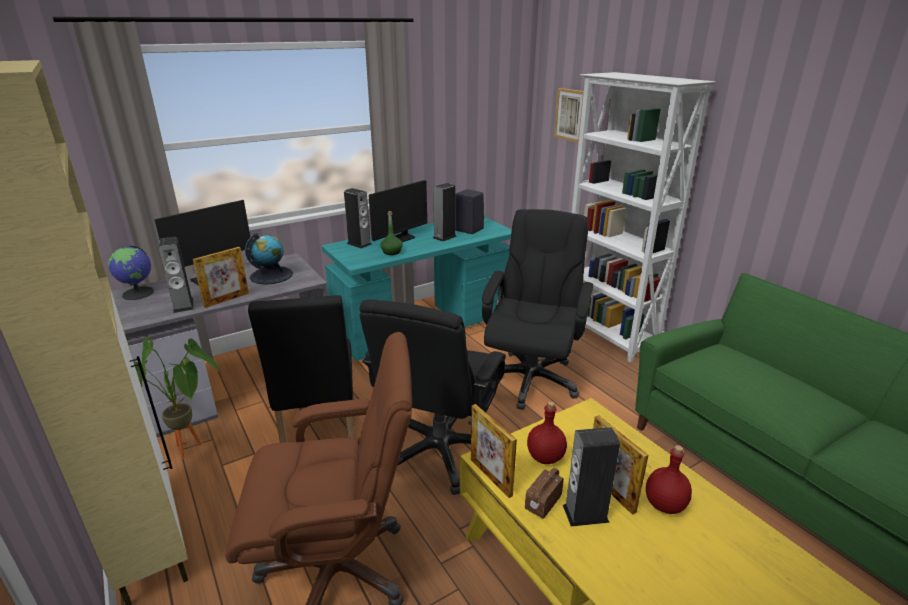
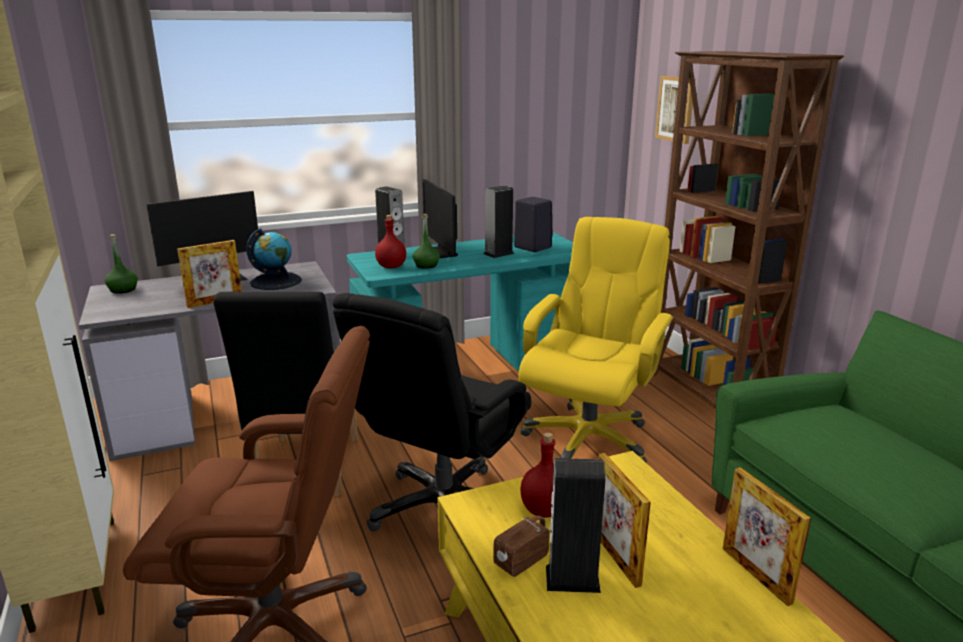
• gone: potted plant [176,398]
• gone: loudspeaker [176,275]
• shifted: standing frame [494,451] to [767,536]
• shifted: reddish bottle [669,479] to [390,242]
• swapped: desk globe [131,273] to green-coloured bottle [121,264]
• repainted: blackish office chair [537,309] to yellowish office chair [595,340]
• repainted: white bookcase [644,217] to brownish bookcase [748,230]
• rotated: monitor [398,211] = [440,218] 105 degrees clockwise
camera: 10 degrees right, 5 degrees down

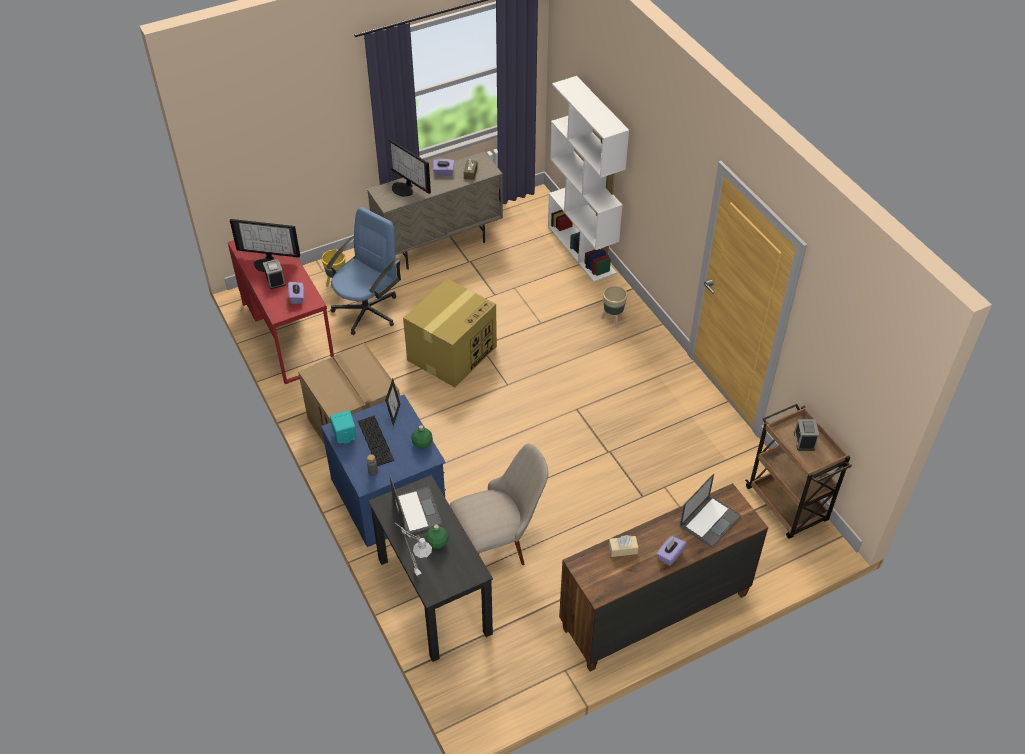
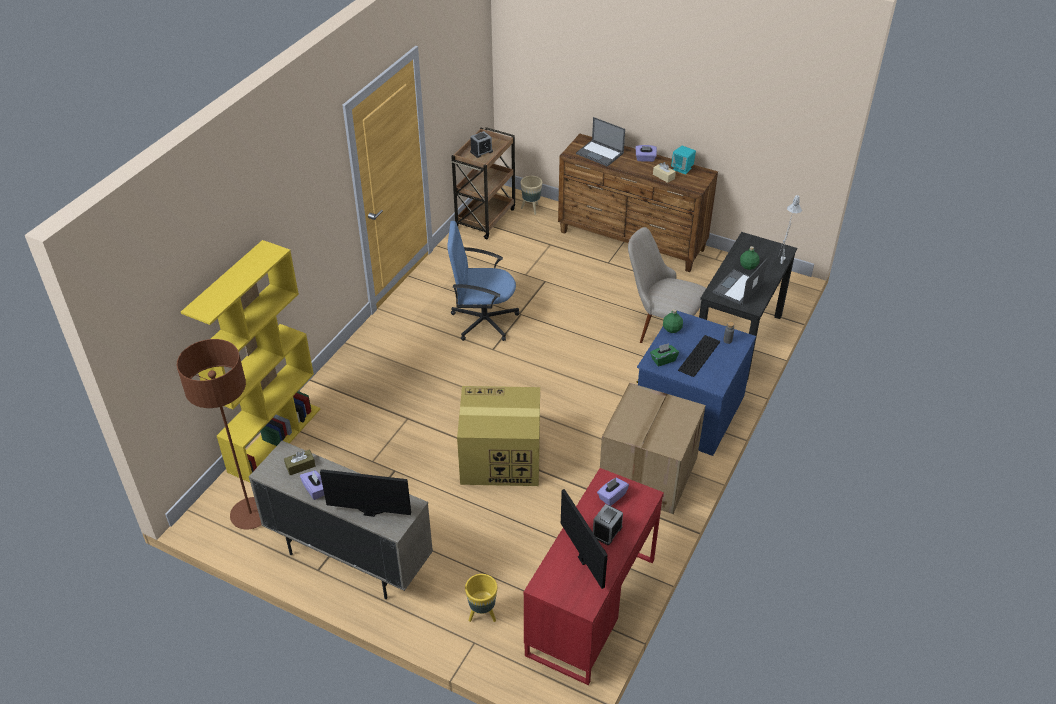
• new: brownish standard lamp [219,434]
• shifted: blue office chair [363,271] to [483,281]
• shifted: turquoise loudspeaker [343,427] to [683,160]
• shifted: beige flower pot [614,307] to [531,195]
• swapped: standing frame [392,402] to green-coloured tissue holder [664,354]
• repainted: white bookcase [588,179] to yellowish bookcase [250,361]
• rotated: monitor [409,168] = [365,493] 90 degrees counterclockwise
• rotated: laptop [711,510] = [600,142] 150 degrees counterclockwise
camera: 125 degrees left, 5 degrees down

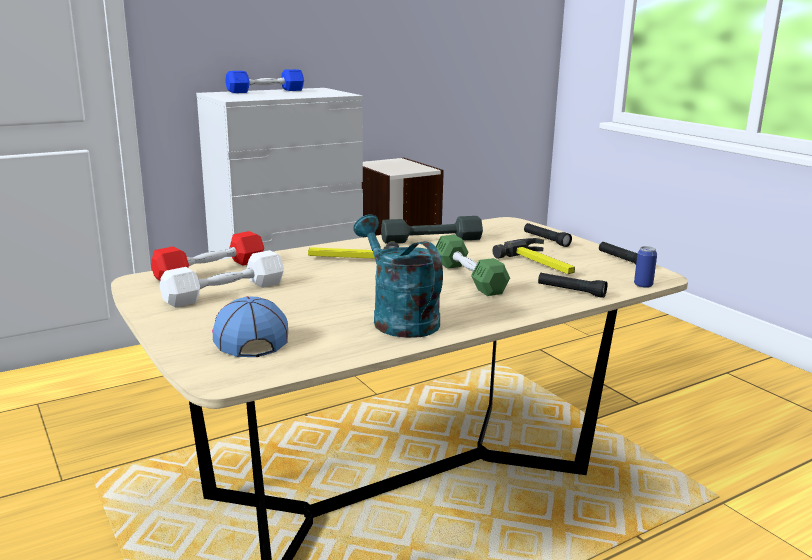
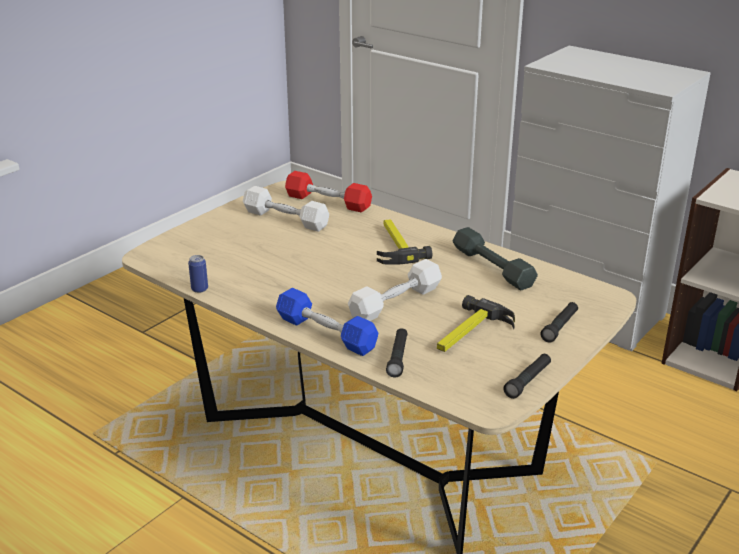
• gone: cap [250,326]
• gone: turquoise watering can [398,276]
• shifted: blue free weight [264,81] to [327,322]
• shifted: metal can [645,267] to [198,274]
• repainted: green-coloured free weight [472,265] to white free weight [395,290]
camera: 70 degrees right, 10 degrees up

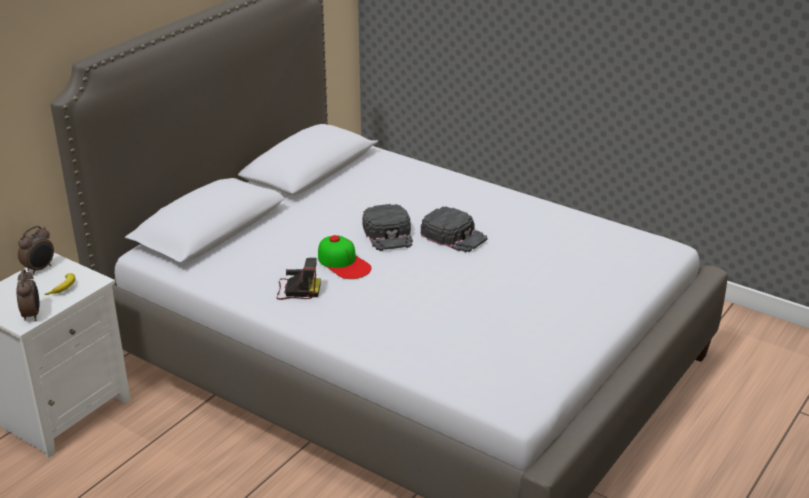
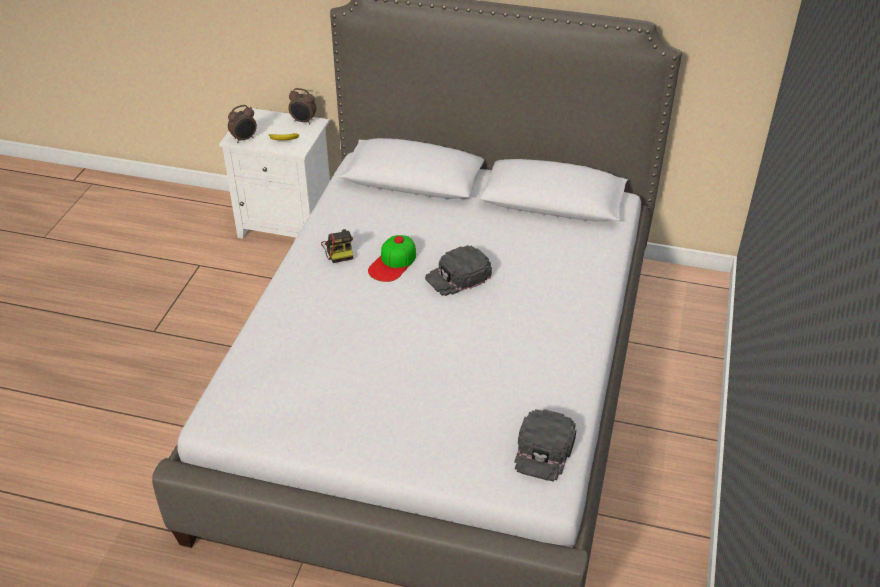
• shifted: blackish cap [454,229] to [545,445]
camera: 70 degrees right, 10 degrees up

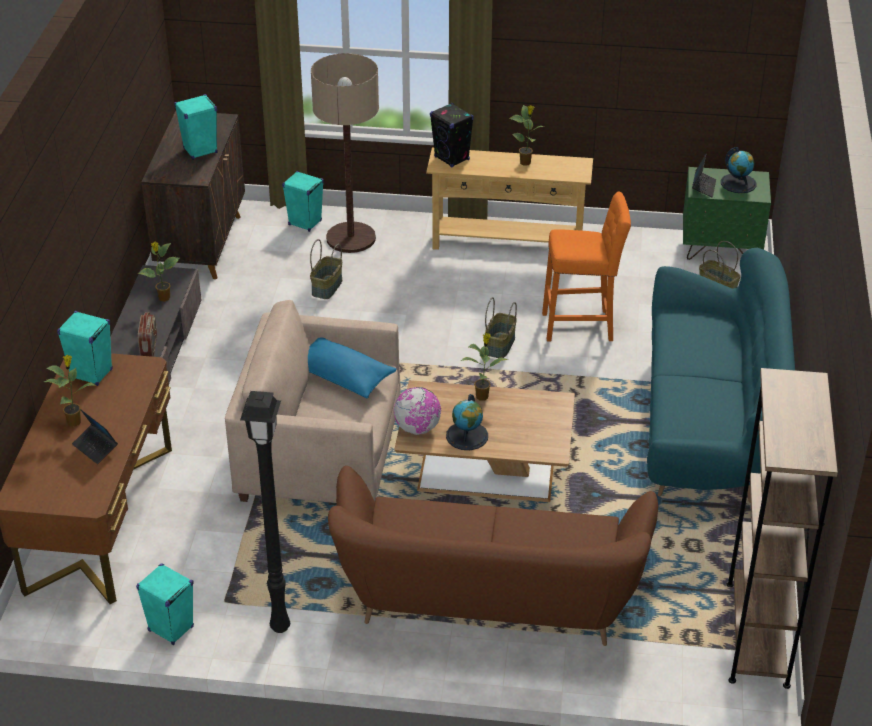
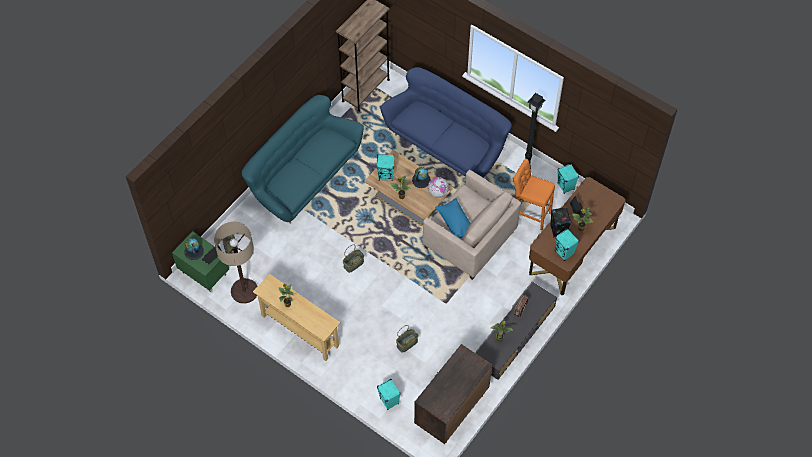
• shifted: turquoise loudspeaker [196,127] to [385,167]
• shifted: standard lamp [345,153] to [236,263]
• shifted: blackish loudspeaker [452,135] to [560,222]
• shifted: orange-coloured sitting stool [586,266] to [534,194]
• repainted: brownish sofa [493,556] to blue sofa [446,122]
camera: 150 degrees left, 20 degrees up

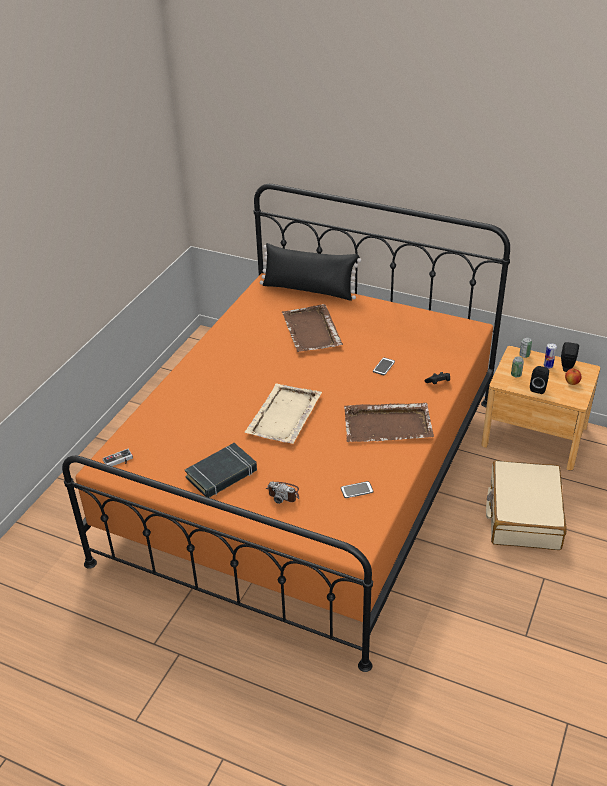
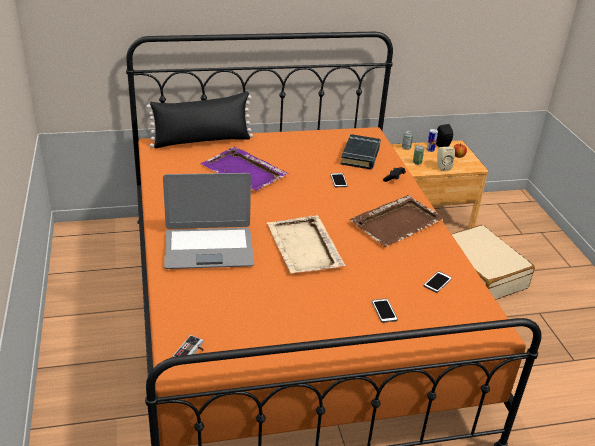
• new: laptop [208,221]
• shifted: blackish volume [221,470] to [361,152]
• swapped: photo camera [282,492] to telephone [385,311]
• repainted: brownish tray [312,328] to purplish tray [244,169]
• repainted: blackish loudspeaker [539,380] to beige loudspeaker [446,159]
camera: 40 degrees left, 5 degrees down

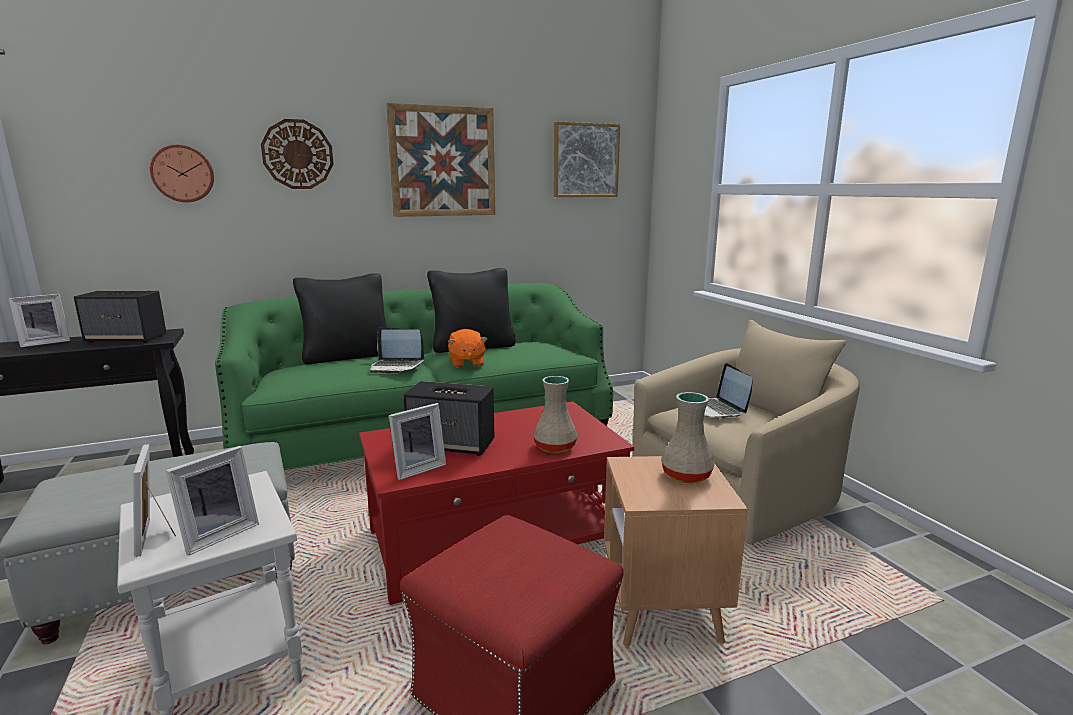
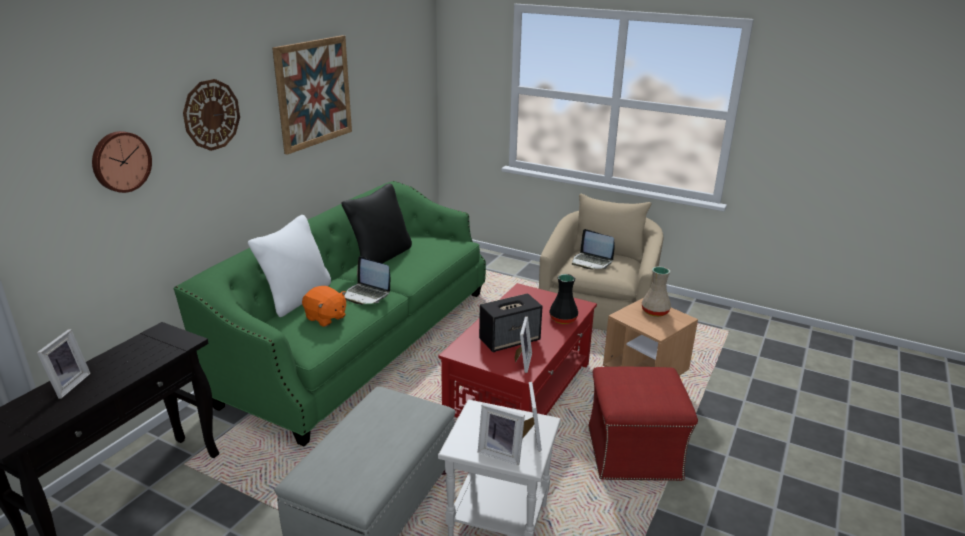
• gone: loudspeaker [120,317]
• gone: wall art [587,159]
• shifted: orange-coloured soft toy [467,348] to [324,306]
• repainted: blackish throw pillow [340,318] to white throw pillow [289,266]
• repainted: beige flower vase [555,414] to blackish flower vase [563,299]
• rotated: laptop [397,350] = [367,280] 60 degrees clockwise
camera: 40 degrees left, 10 degrees up

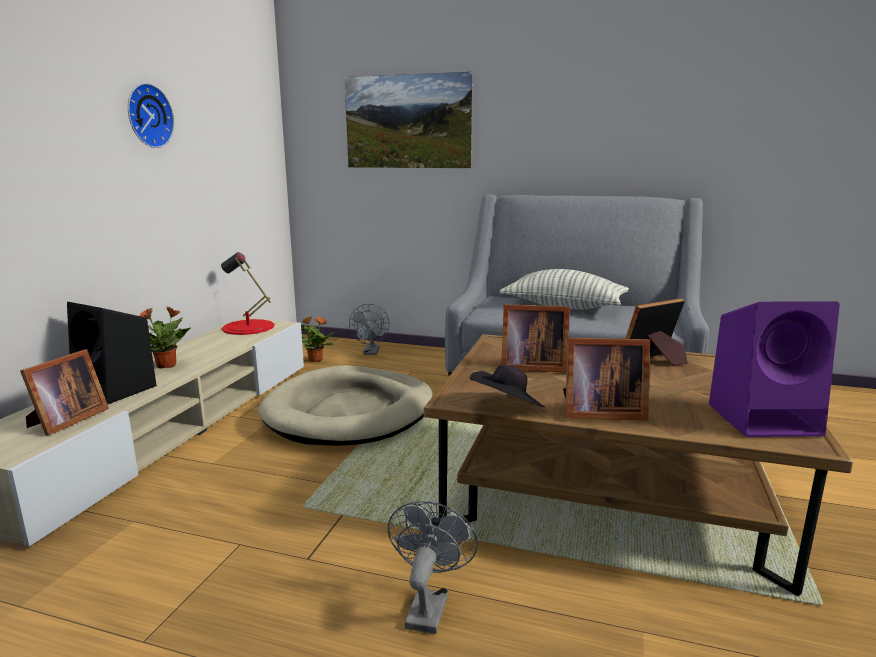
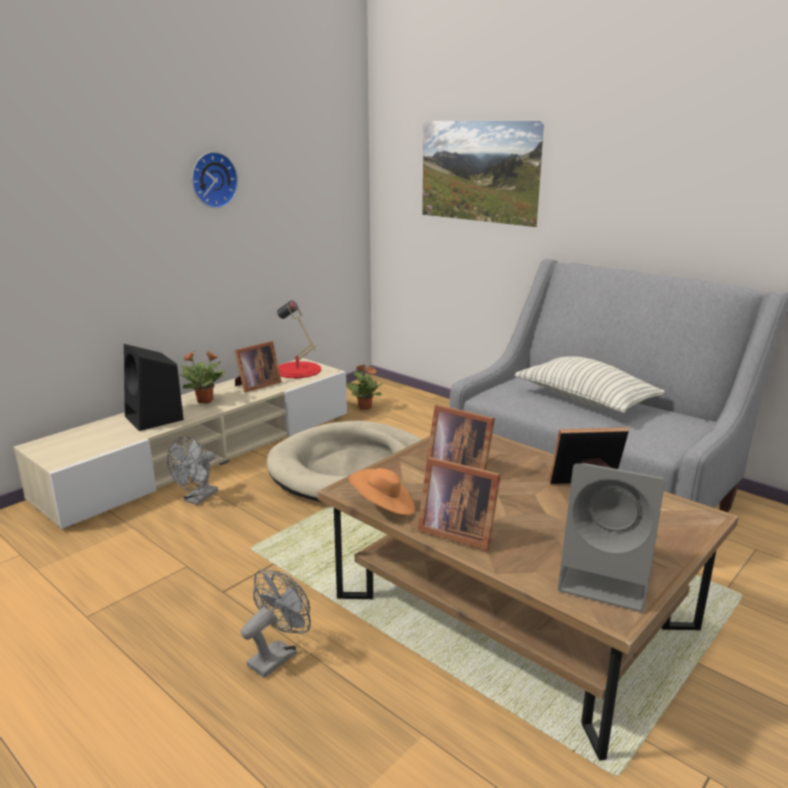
• shifted: standing frame [64,392] to [257,366]
• shifted: greyish cooling fan [369,329] to [192,471]
• repainted: blackish hat [507,385] to orange-coloured hat [382,491]
• repainted: purplish loudspeaker [774,369] to greyish loudspeaker [611,538]
camera: 25 degrees right, 5 degrees up

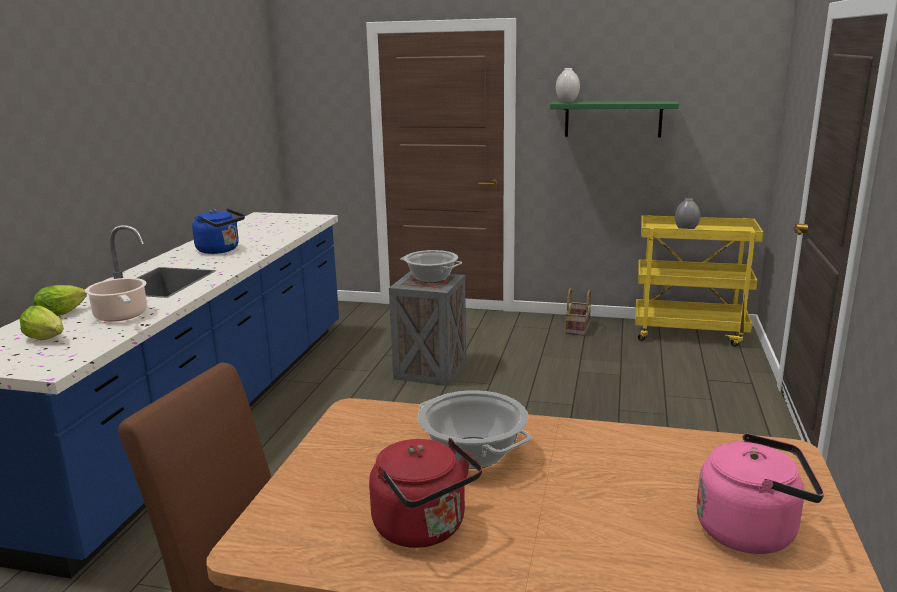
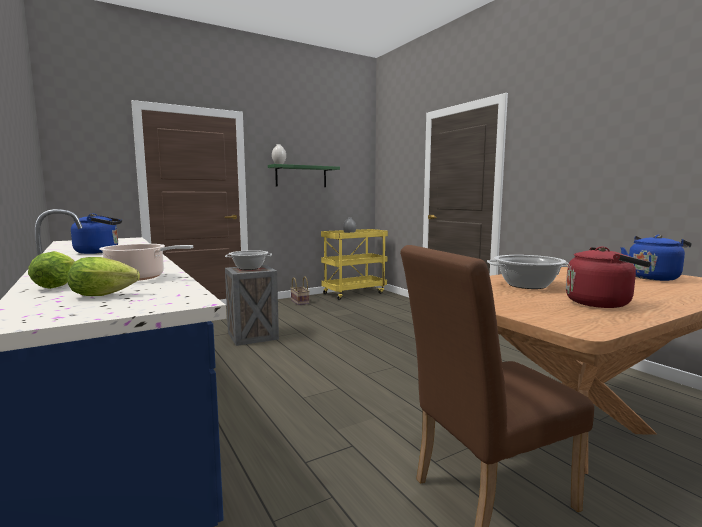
• repainted: pinkish water kettle [760,493] to blue water kettle [656,258]
camera: 45 degrees left, 10 degrees down

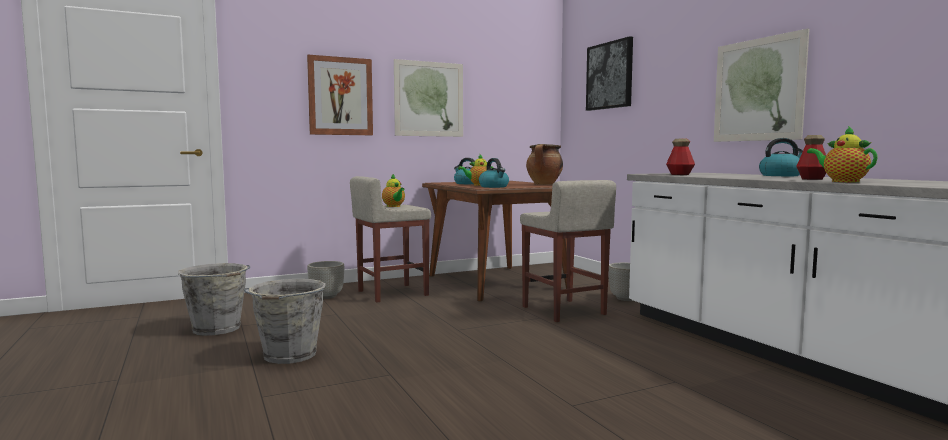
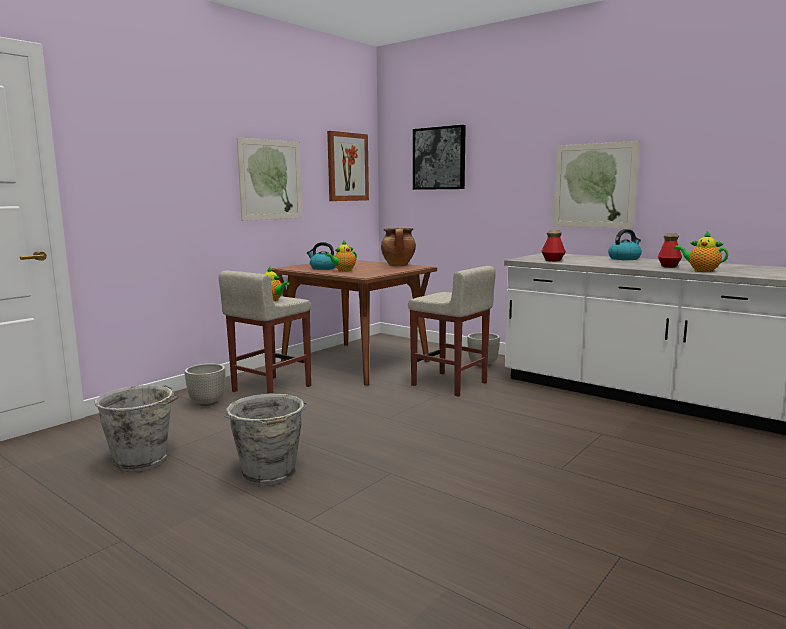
• gone: water kettle [494,173]
• shifted: wall art [340,95] to [348,166]
camera: 25 degrees left, 5 degrees up

